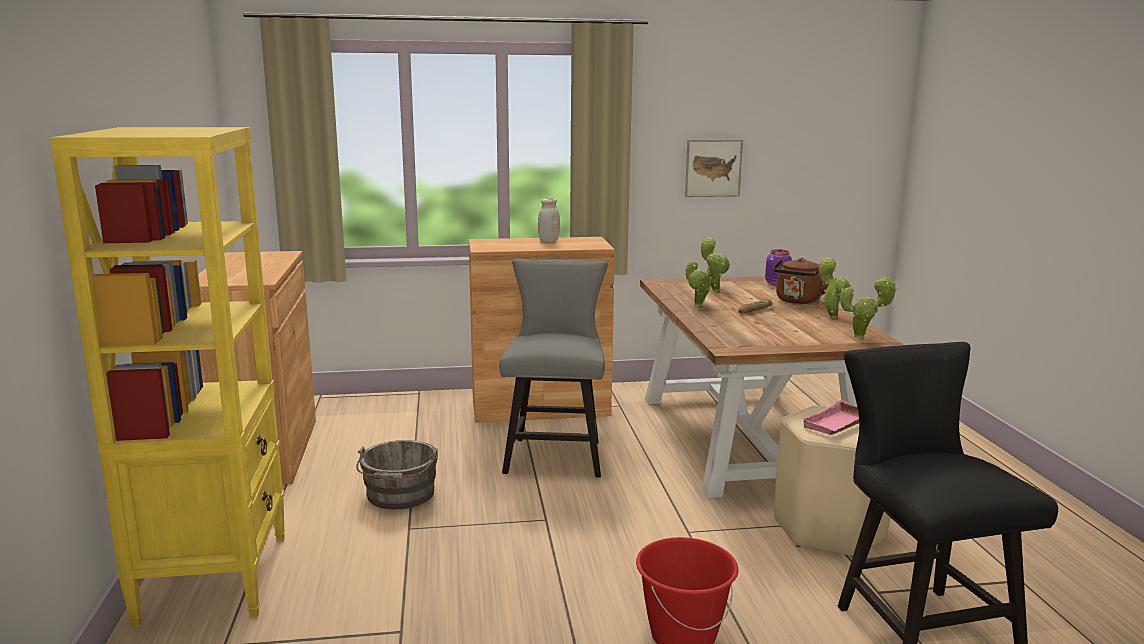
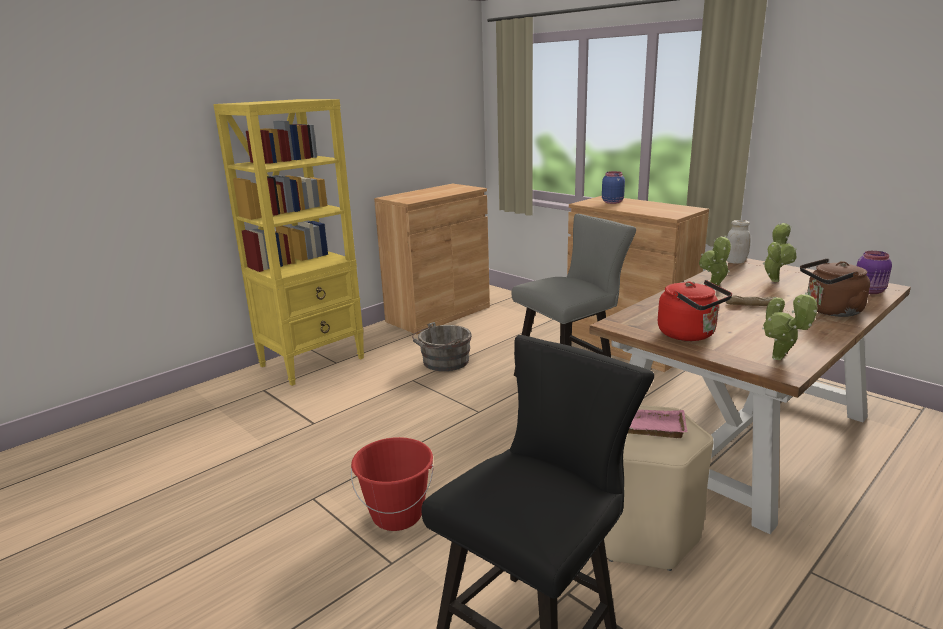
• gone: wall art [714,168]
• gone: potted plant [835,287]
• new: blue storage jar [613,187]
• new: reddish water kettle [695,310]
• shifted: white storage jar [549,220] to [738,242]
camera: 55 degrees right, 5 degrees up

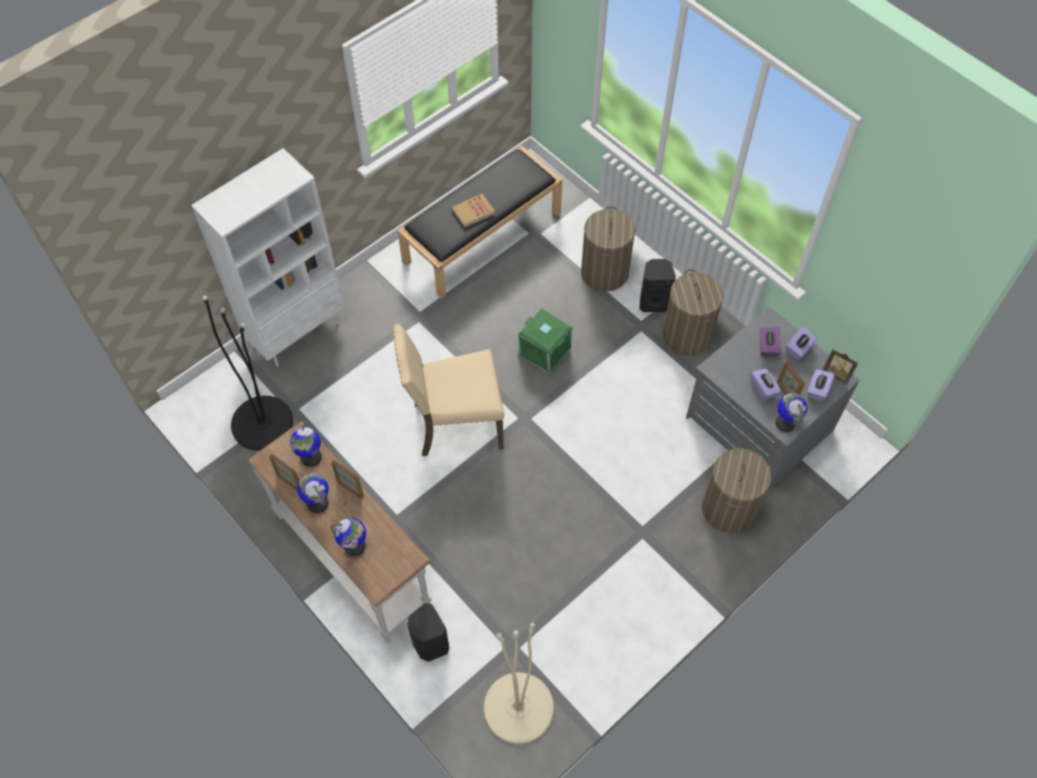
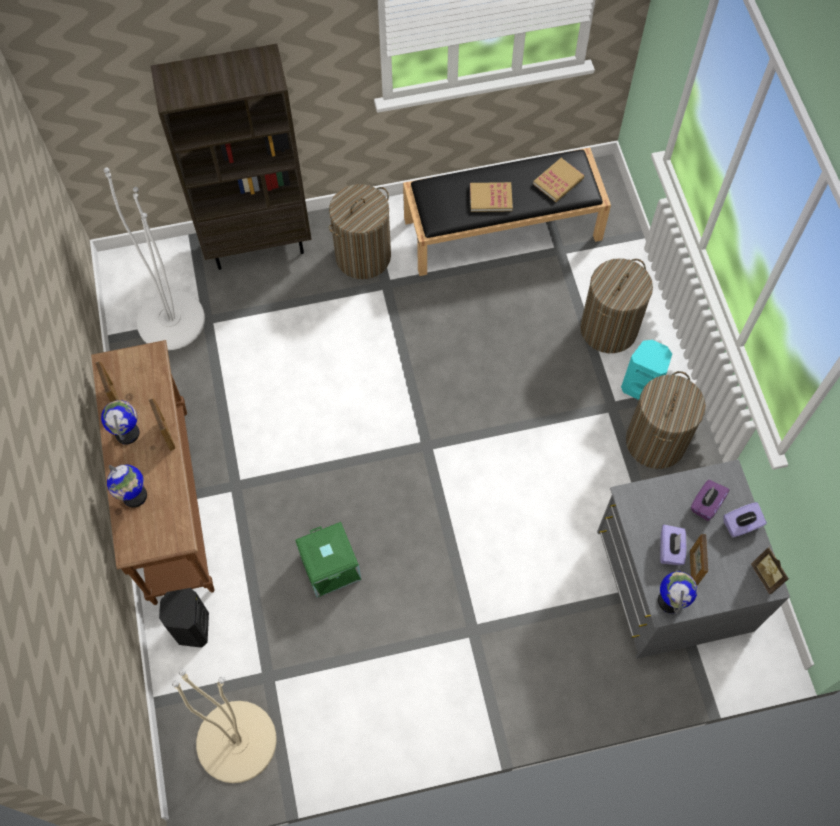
• gone: desk globe [306,445]
• gone: beige plain chair [448,390]
• gone: purplish tissue holder [821,385]
• new: volume [558,180]
• shifted: green-coloured storage box [545,341] to [328,560]
• shifted: washing basket [737,488] to [359,231]
• repainted: white bookcase [268,257] to brownish bookcase [231,157]
• repainted: blackish standard lamp [247,373] to white standard lamp [154,258]
• repainted: white hall table [340,532] to brownish hall table [153,472]
• repainted: blackish loudspeaker [657,285] to turquoise loudspeaker [646,370]
camera: 30 degrees right, 5 degrees up

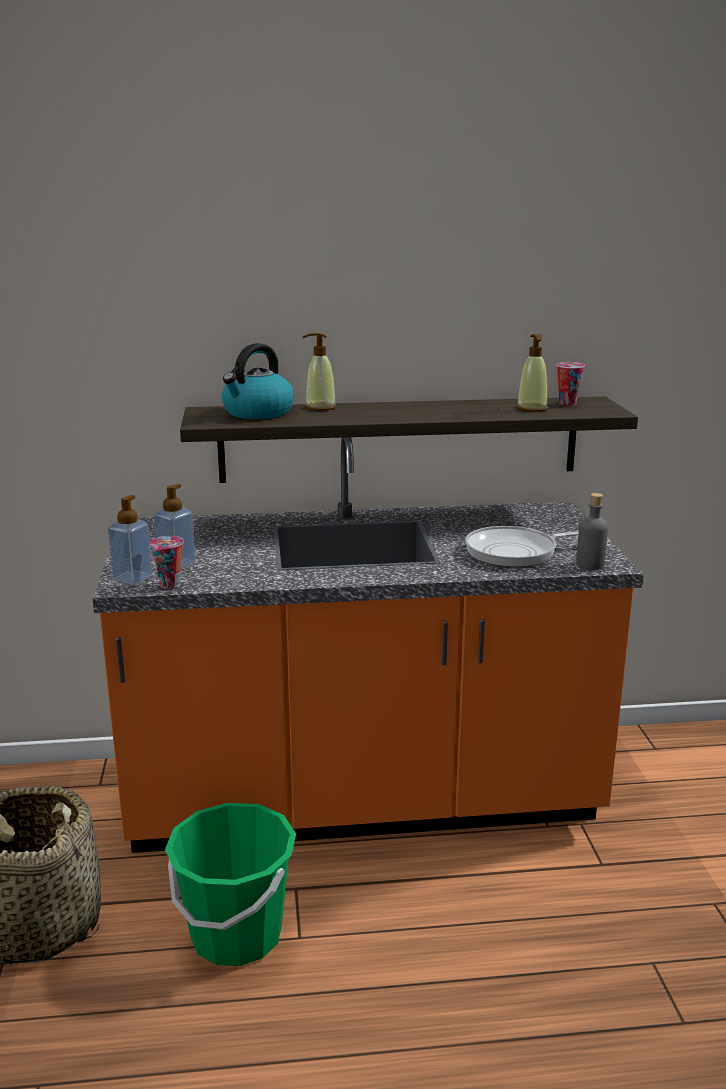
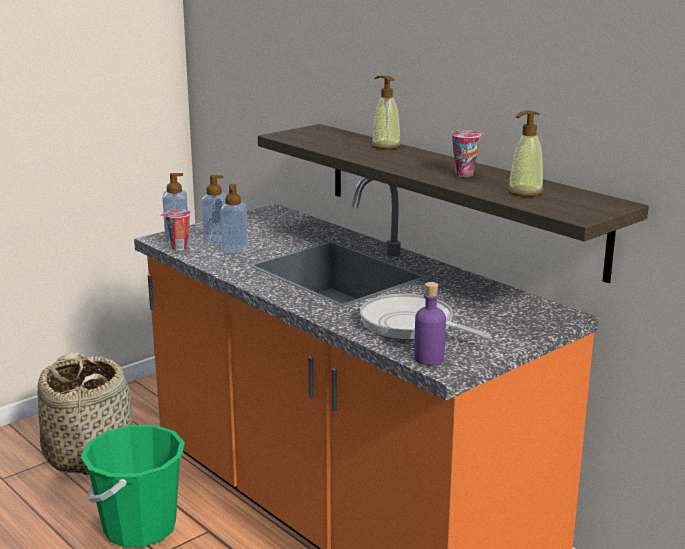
• gone: water kettle [258,381]
• new: soap bottle [234,218]
• shifted: drinking cup [570,384] to [467,153]
• repainted: greyish bottle [592,531] to purplish bottle [430,323]
camera: 55 degrees right, 0 degrees up

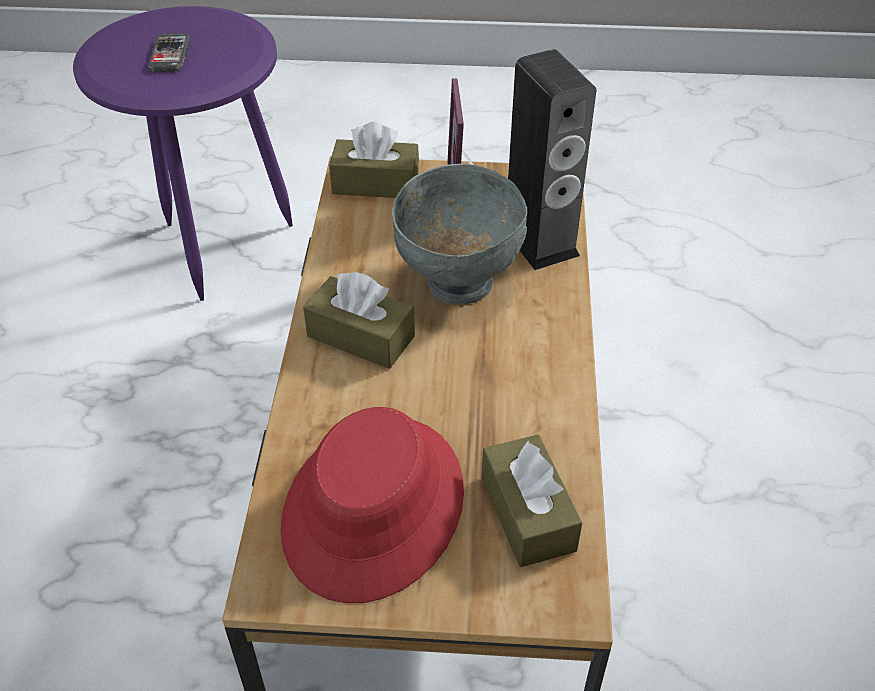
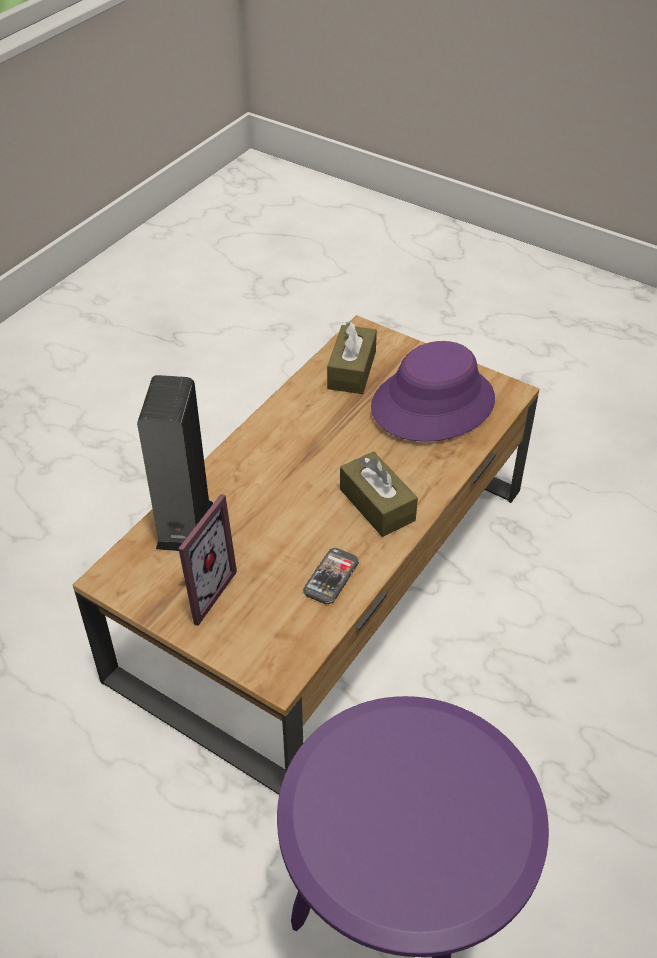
• gone: brownish tissue holder [374,160]
• gone: greyish deep dish [459,234]
• shifted: telephone [169,52] to [331,576]
• repainted: reddish hat [372,505] to purplish hat [433,391]
camera: 150 degrees left, 0 degrees up

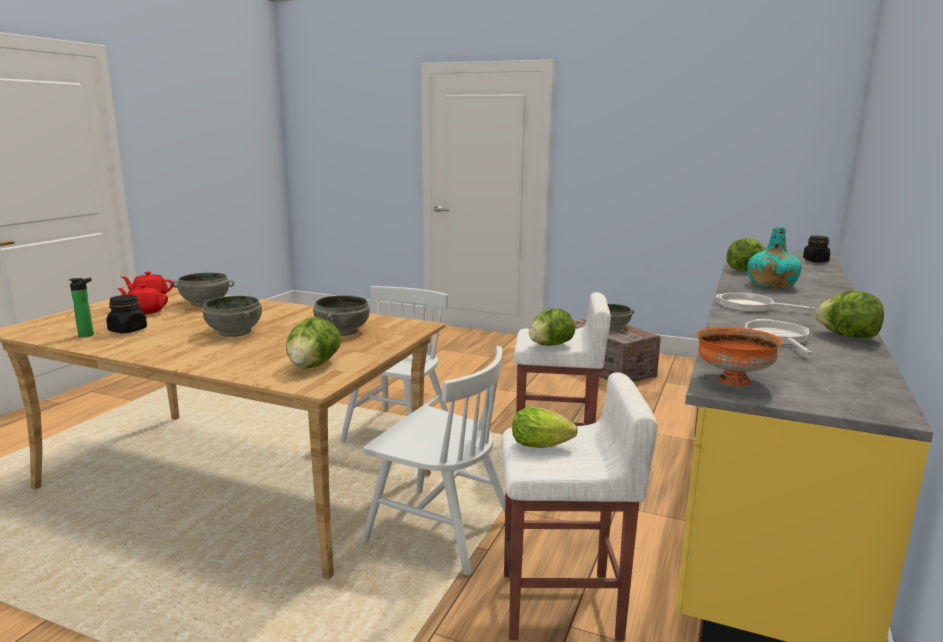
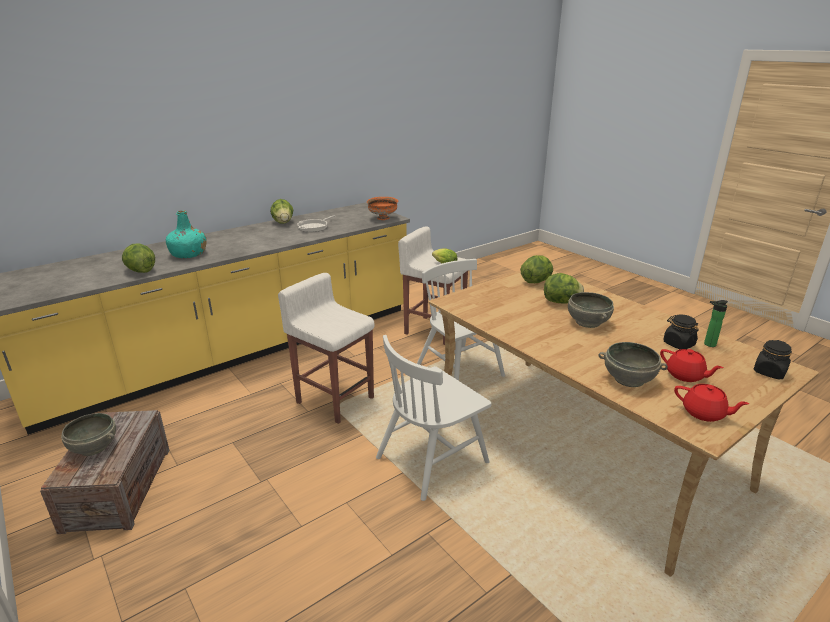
• gone: greyish deep dish [341,315]
• gone: skillet [765,302]
• shifted: lettuce head [552,327] to [564,288]
• shifted: blackish storage jar [816,249] to [773,359]
camera: 150 degrees left, 10 degrees up

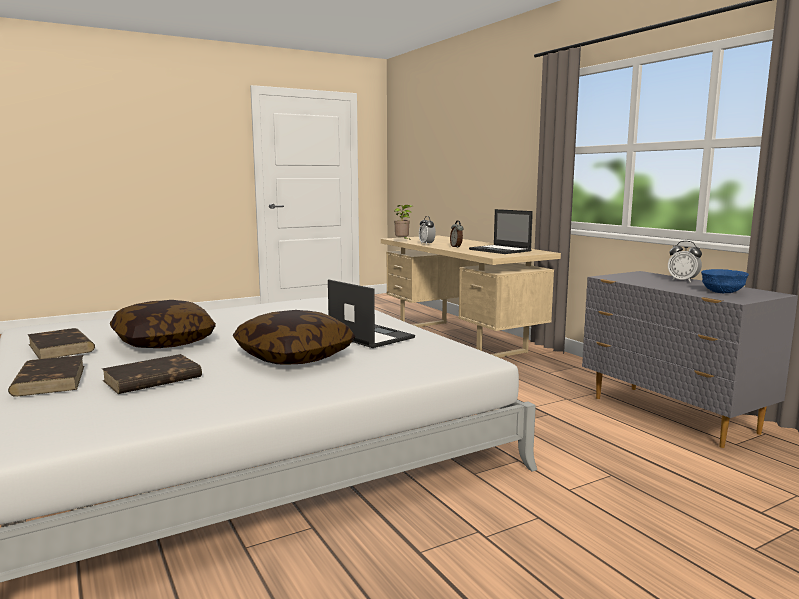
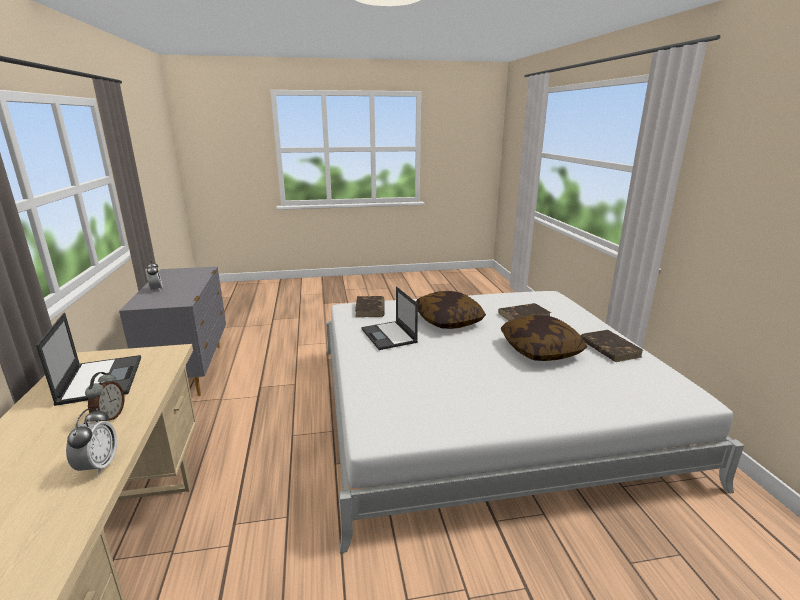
• gone: potted plant [403,222]
• gone: blue deep dish [725,281]
• shifted: brownish volume [46,376] to [370,306]
camera: 160 degrees left, 10 degrees up

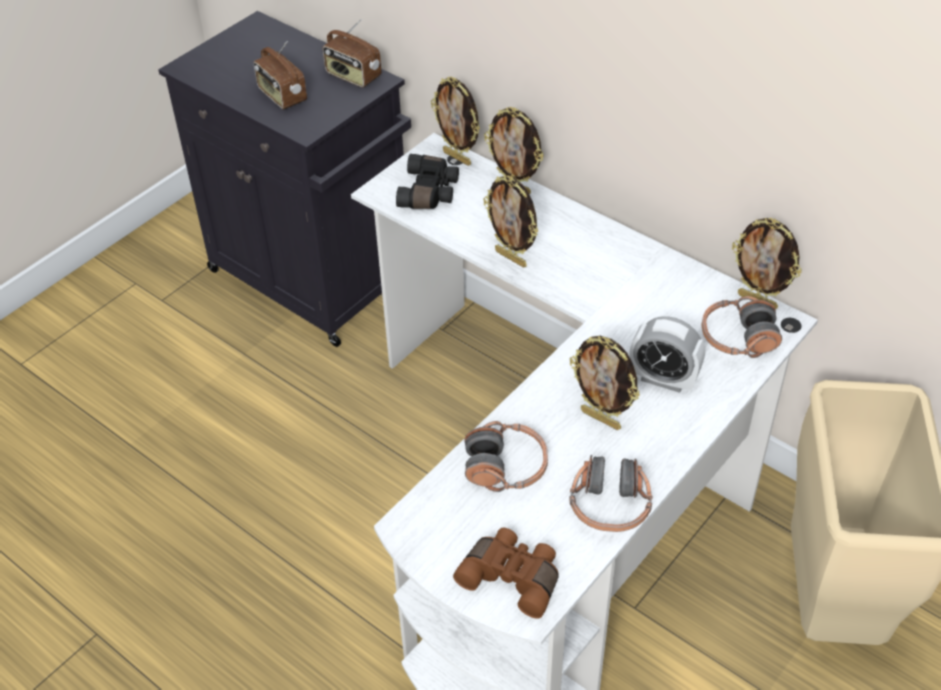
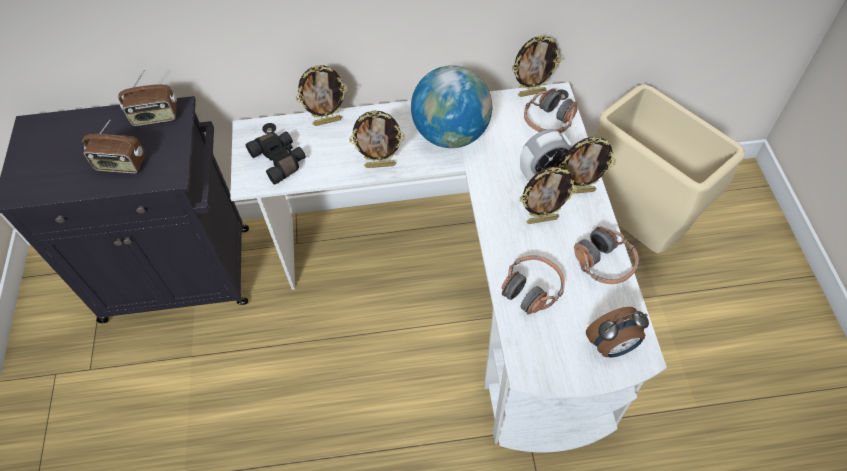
• new: desk globe [451,106]
• shifted: standing frame [455,121] to [587,165]
• swapped: brownish pair of binoculars [506,573] to table clock [617,332]
camera: 45 degrees left, 10 degrees up

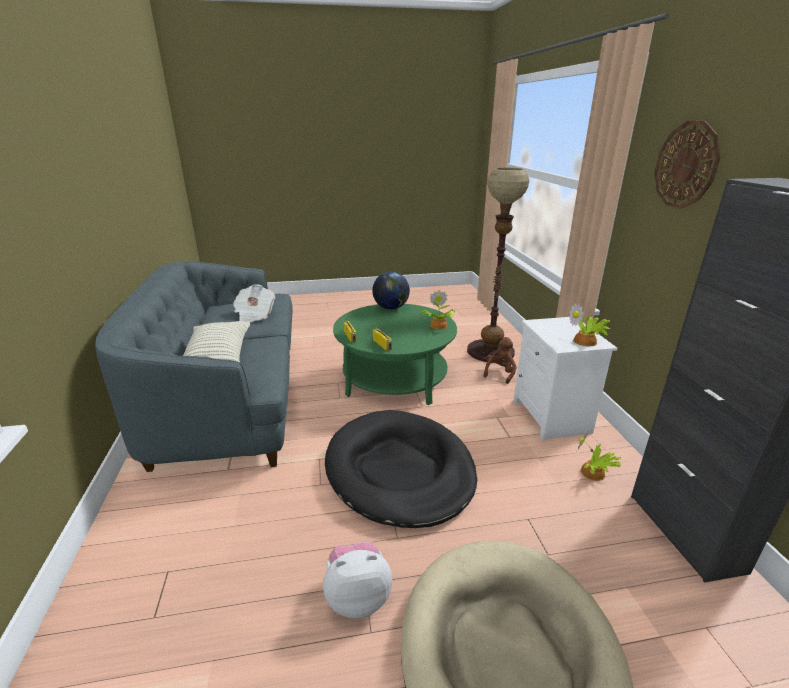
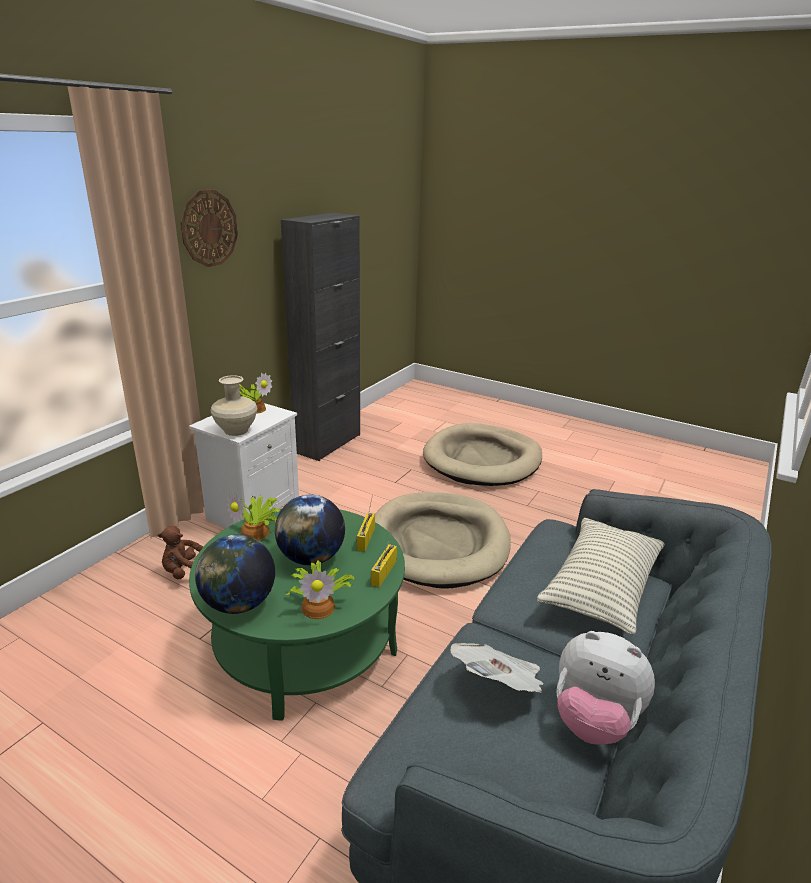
• gone: standard lamp [498,265]
• new: beige flower vase [234,405]
• new: desk globe [310,530]
• shifted: soft toy [357,580] to [605,688]
• shifted: potted plant [599,456] to [319,589]
• repainted: blackish pet bed [401,469] to beige pet bed [443,540]
camera: 140 degrees left, 0 degrees up

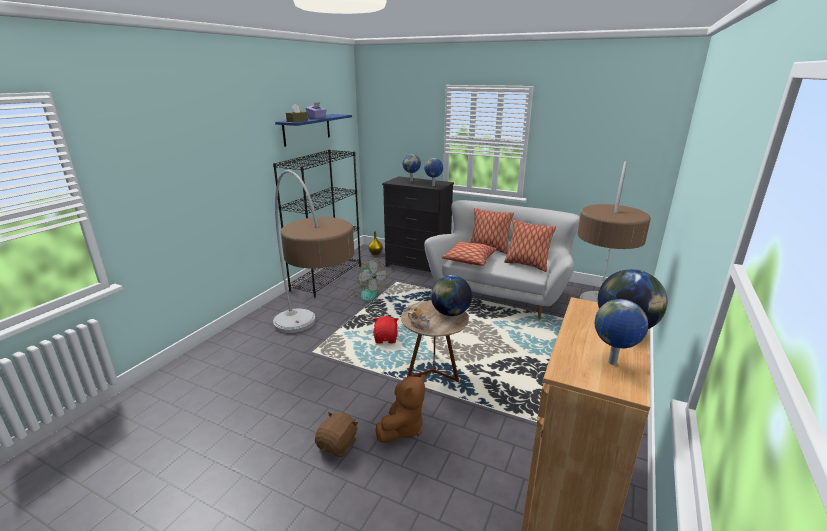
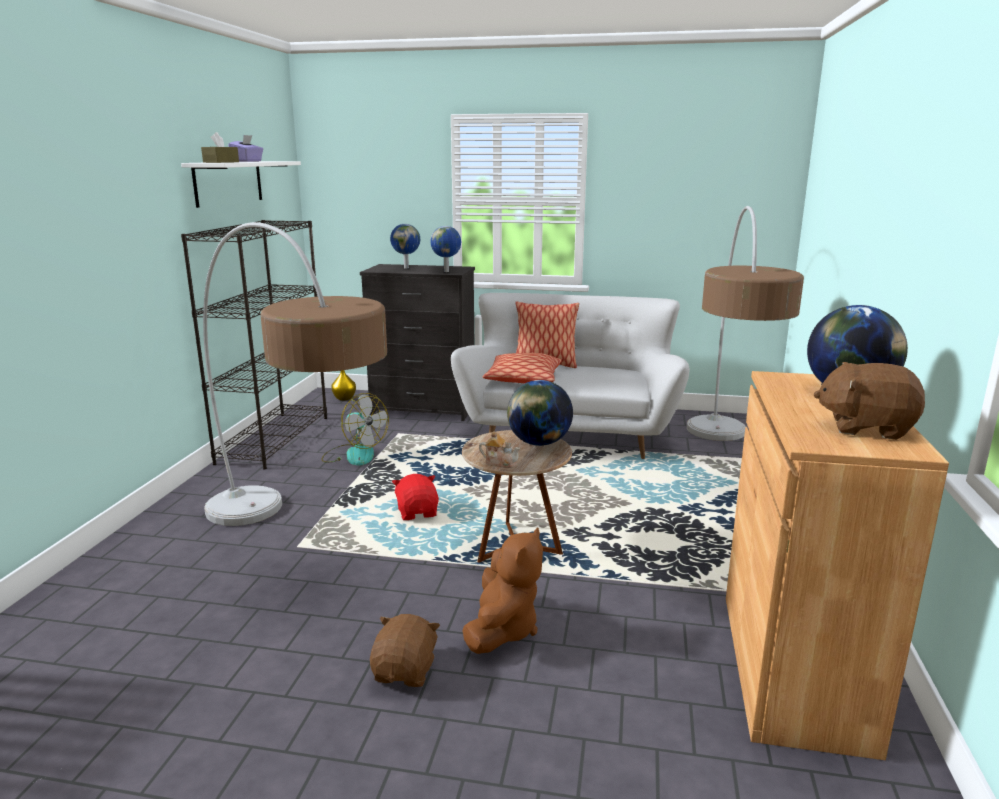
• gone: throw pillow [530,245]
• swapped: desk globe [621,332] to brownish soft toy [869,401]
• repainted: blue wall shelf [313,130] to white wall shelf [241,184]
camera: 15 degrees left, 5 degrees down

